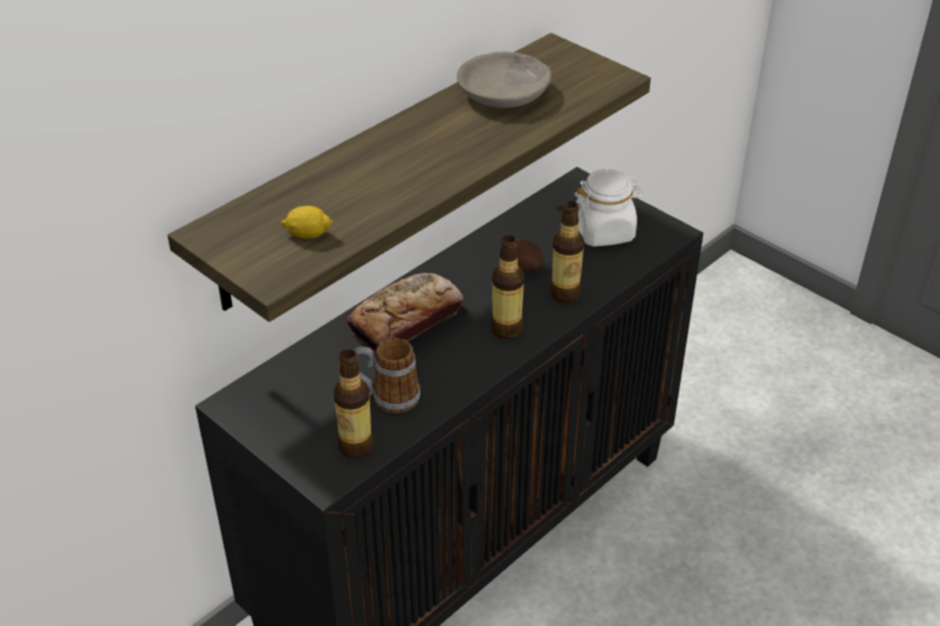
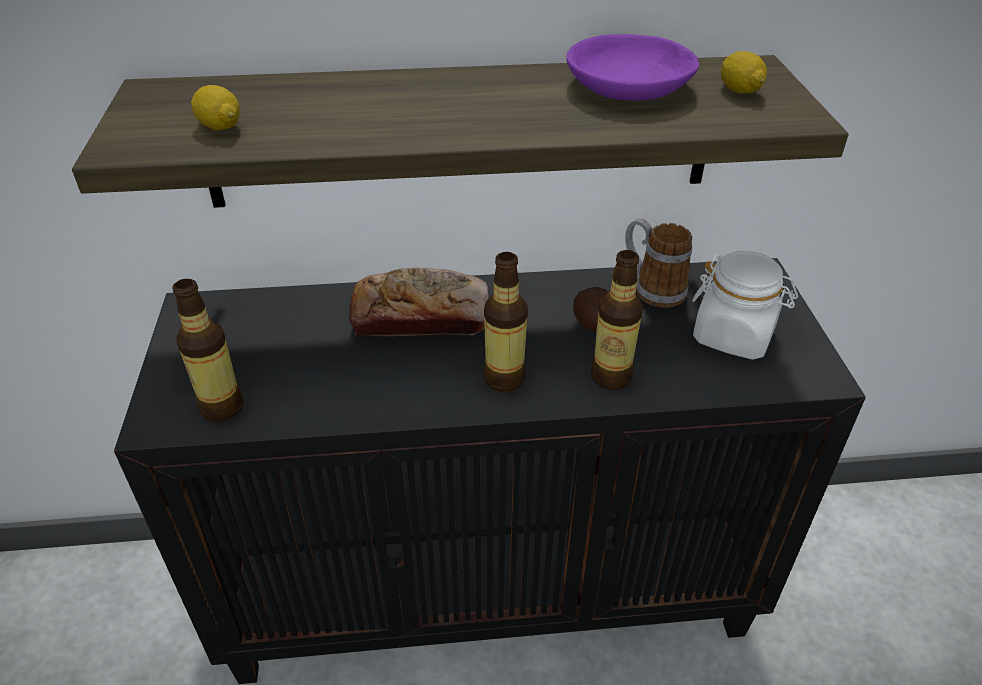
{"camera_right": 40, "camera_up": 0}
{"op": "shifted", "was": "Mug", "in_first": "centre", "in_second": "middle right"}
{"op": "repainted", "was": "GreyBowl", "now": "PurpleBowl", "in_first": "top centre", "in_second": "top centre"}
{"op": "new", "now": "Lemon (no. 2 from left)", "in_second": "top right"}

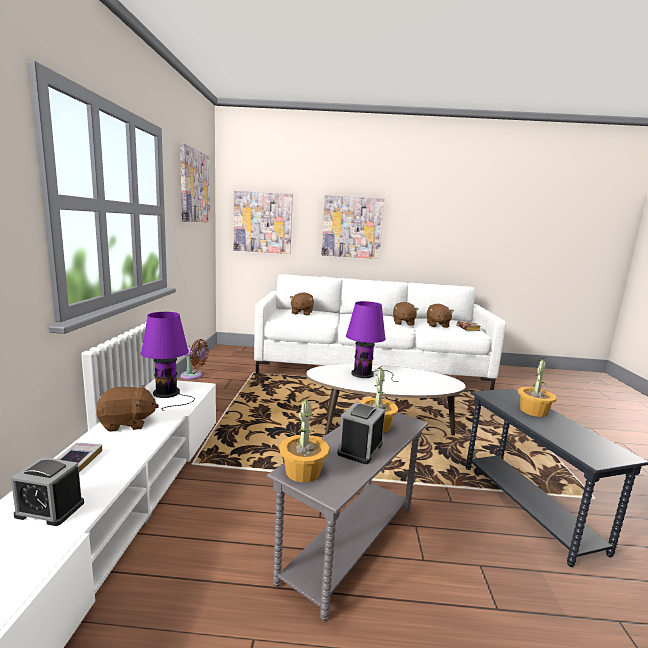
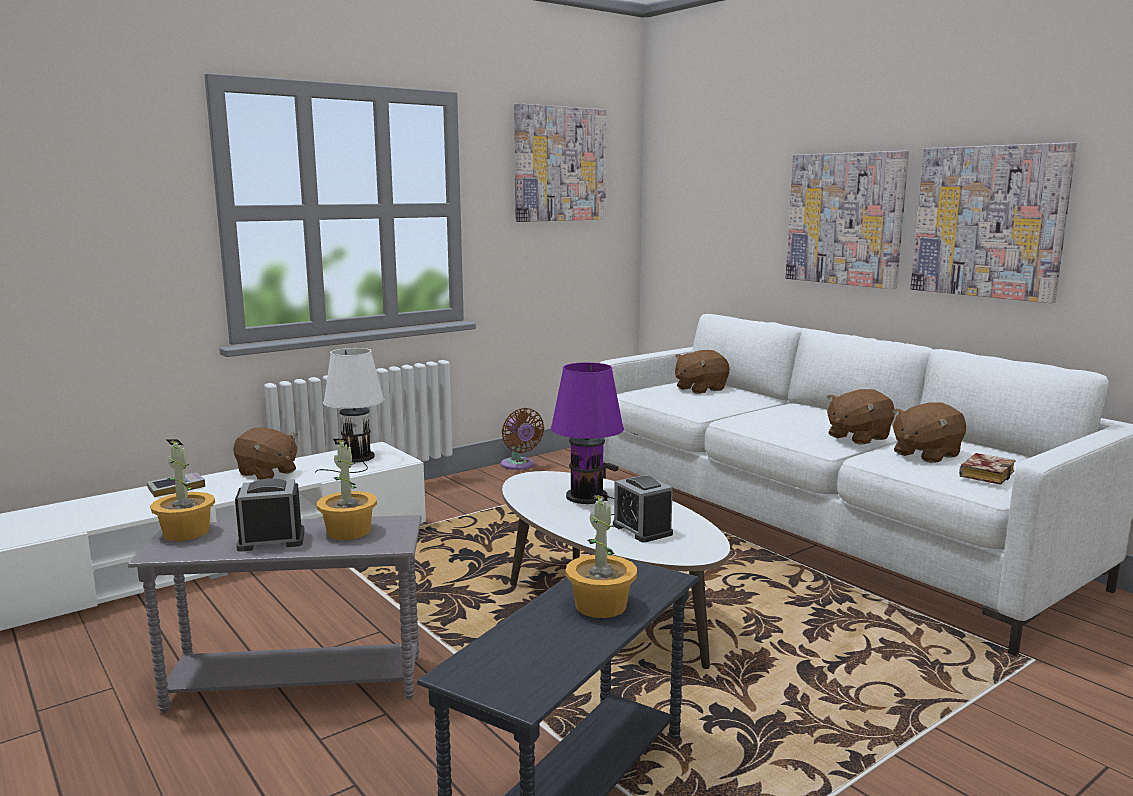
{"camera_right": 50, "camera_up": 0}
{"op": "shifted", "was": "AlarmClock (no. 1 from left in the first image)", "now": "AlarmClock (no. 2 from left)", "in_first": "bottom left", "in_second": "centre"}
{"op": "repainted", "was": "PurpleTableLamp (no. 1 from left)", "now": "WhiteTableLamp", "in_first": "middle left", "in_second": "middle left"}
{"op": "shifted", "was": "Picture (no. 2 from left in the first image)", "now": "Picture (no. 3 from left)", "in_first": "centre", "in_second": "top right"}

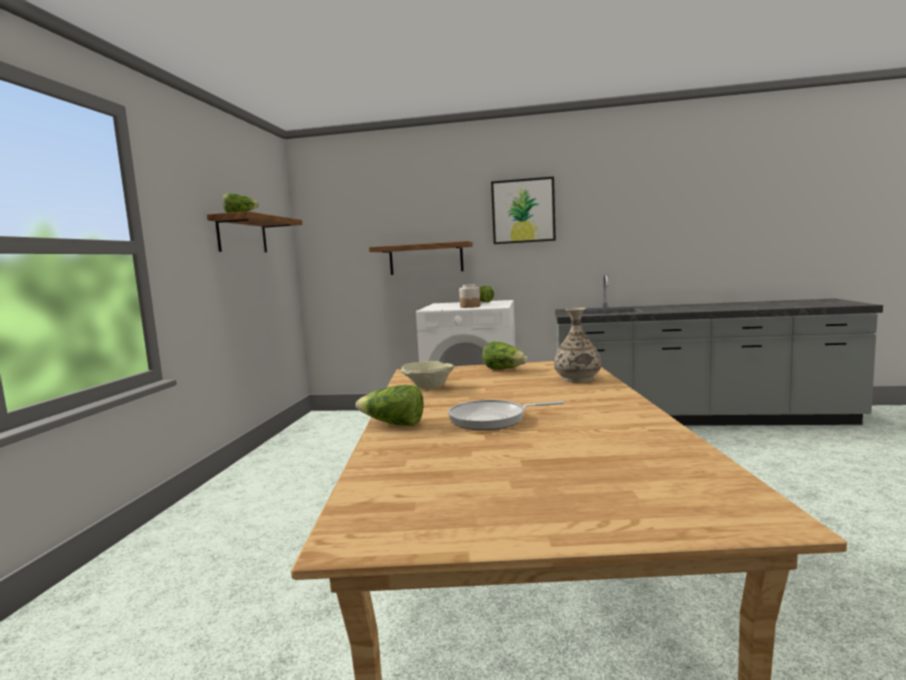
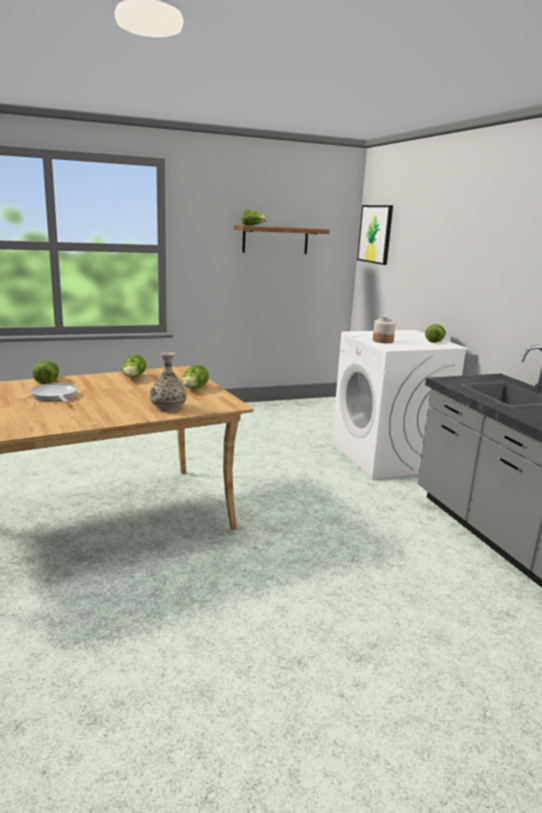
{"camera_right": 60, "camera_up": 10}
{"op": "gone", "was": "Shelf (no. 2 from left)", "in_first": "centre"}
{"op": "swapped", "was": "BeigeBowl", "now": "Lettuce (no. 2 from left)", "in_first": "centre", "in_second": "middle left"}
{"op": "shifted", "was": "Picture", "in_first": "top centre", "in_second": "top right"}

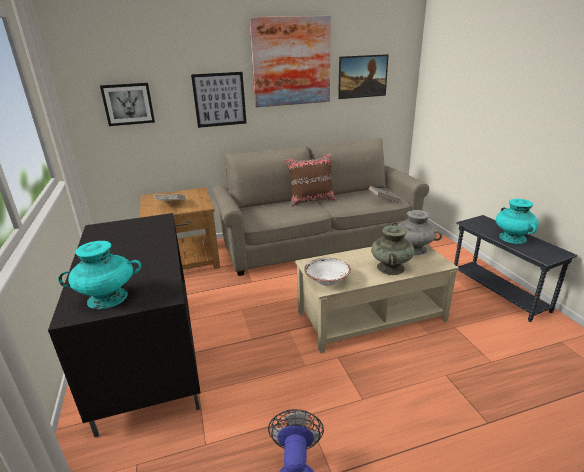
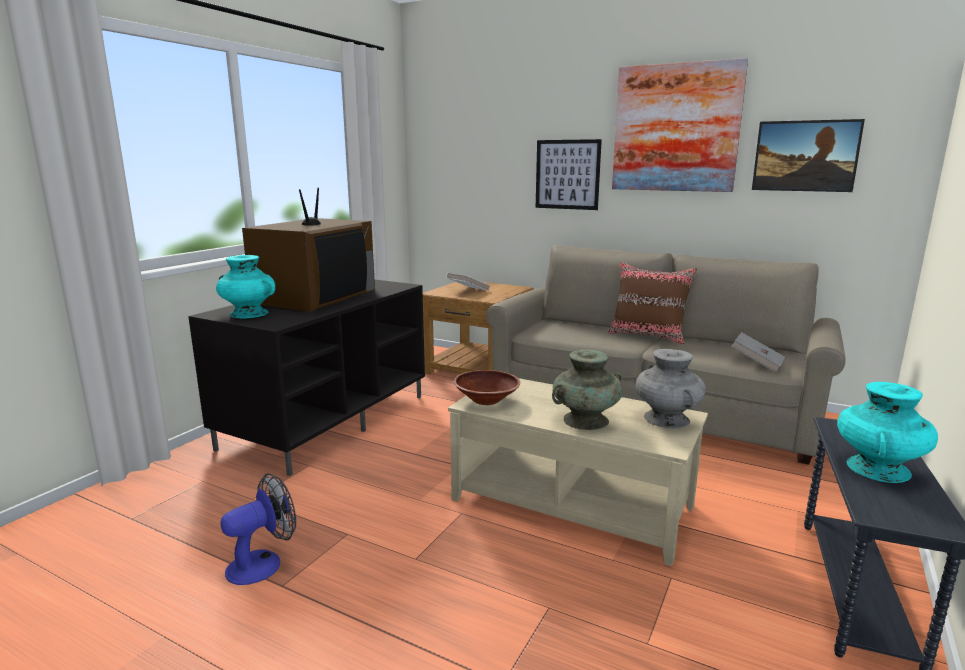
{"camera_right": 45, "camera_up": -10}
{"op": "gone", "was": "Picture (no. 1 from left)", "in_first": "top left"}
{"op": "repainted", "was": "WhiteBowl", "now": "BrownBowl", "in_first": "centre", "in_second": "centre"}
{"op": "new", "now": "Television", "in_second": "middle left"}

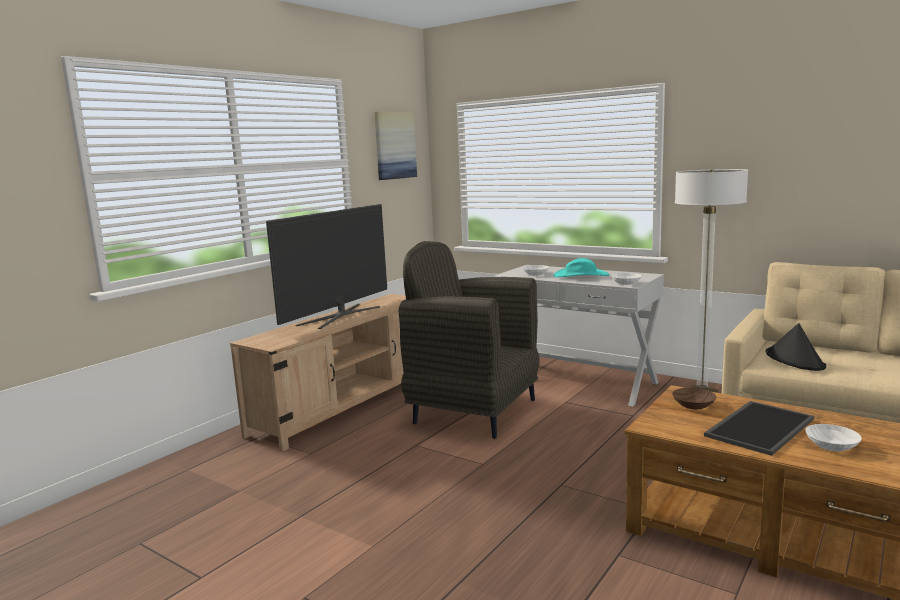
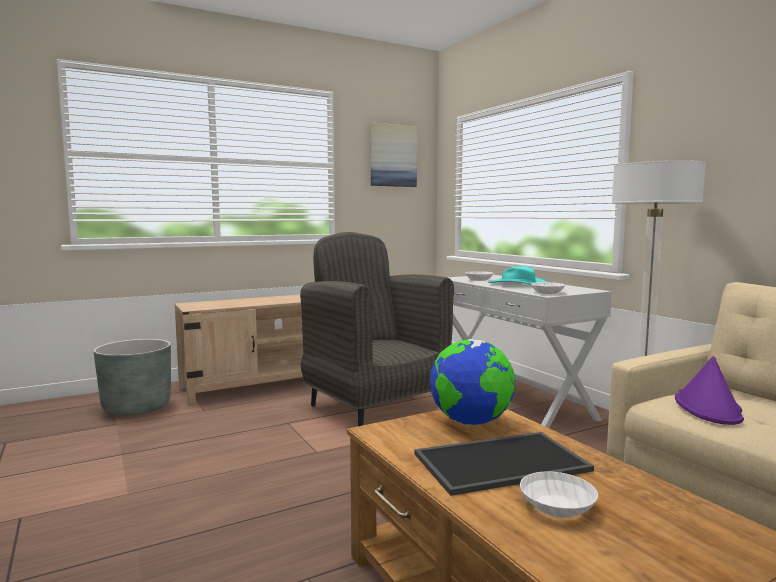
{"camera_right": 25, "camera_up": -5}
{"op": "gone", "was": "Television", "in_first": "centre"}
{"op": "swapped", "was": "BrownBowl", "now": "Globe", "in_first": "middle right", "in_second": "centre"}
{"op": "repainted", "was": "BlackHat", "now": "PurpleHat", "in_first": "middle right", "in_second": "bottom right"}
{"op": "new", "now": "GreyPlanter", "in_second": "middle left"}

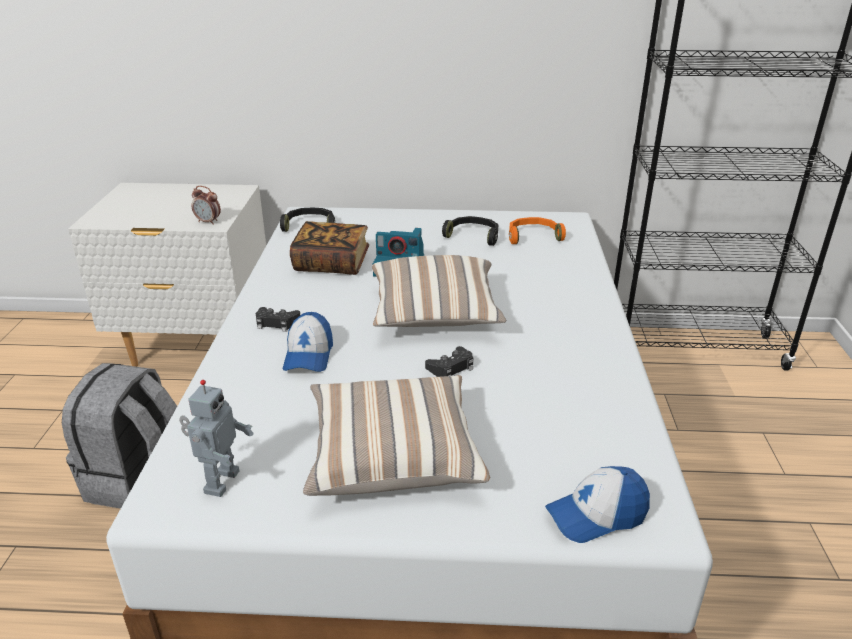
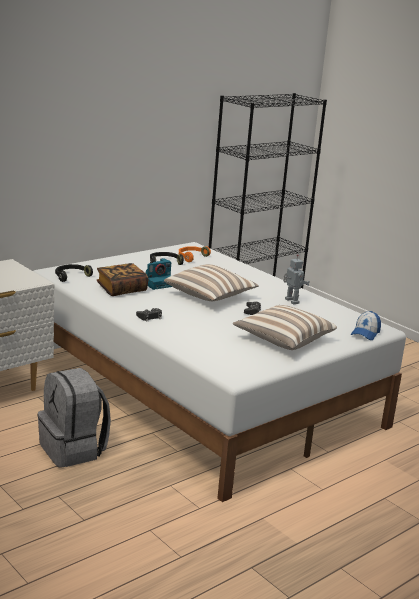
{"camera_right": -45, "camera_up": -10}
{"op": "shifted", "was": "ToyRobot", "in_first": "bottom left", "in_second": "middle right"}
{"op": "gone", "was": "AlarmClock", "in_first": "top left"}
{"op": "gone", "was": "Cap (no. 1 from left)", "in_first": "centre"}

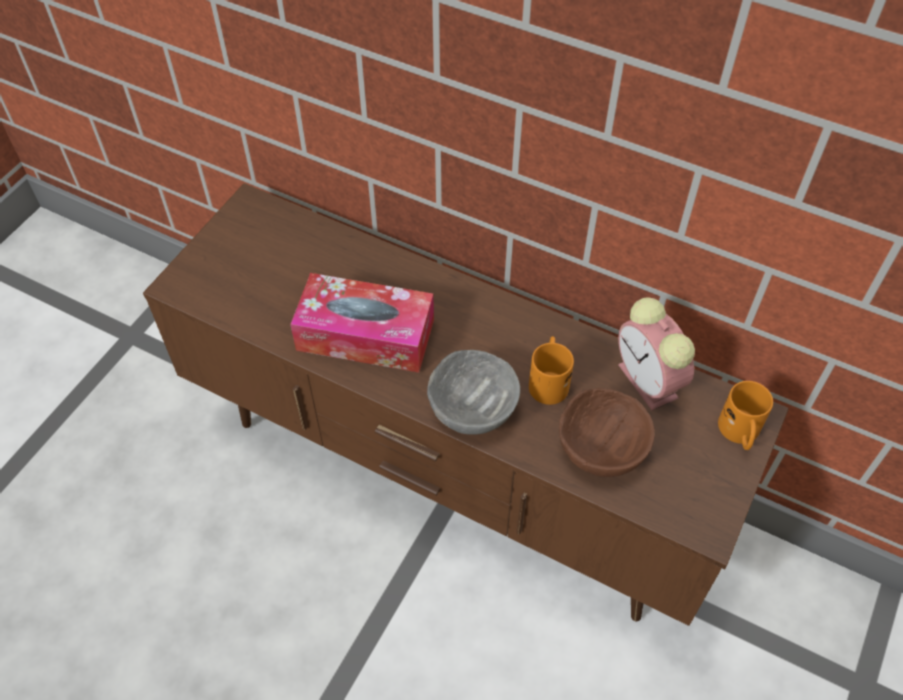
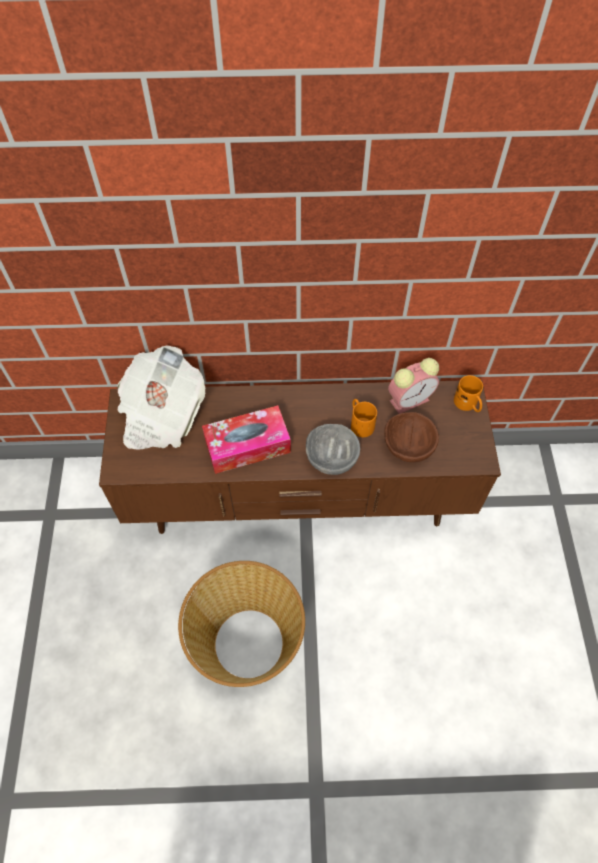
{"camera_right": -30, "camera_up": 5}
{"op": "rotated", "was": "AlarmClock", "in_first": "middle right", "in_second": "middle right", "clockwise": -60}
{"op": "new", "now": "Newspaper", "in_second": "middle left"}
{"op": "new", "now": "Basket", "in_second": "bottom centre"}

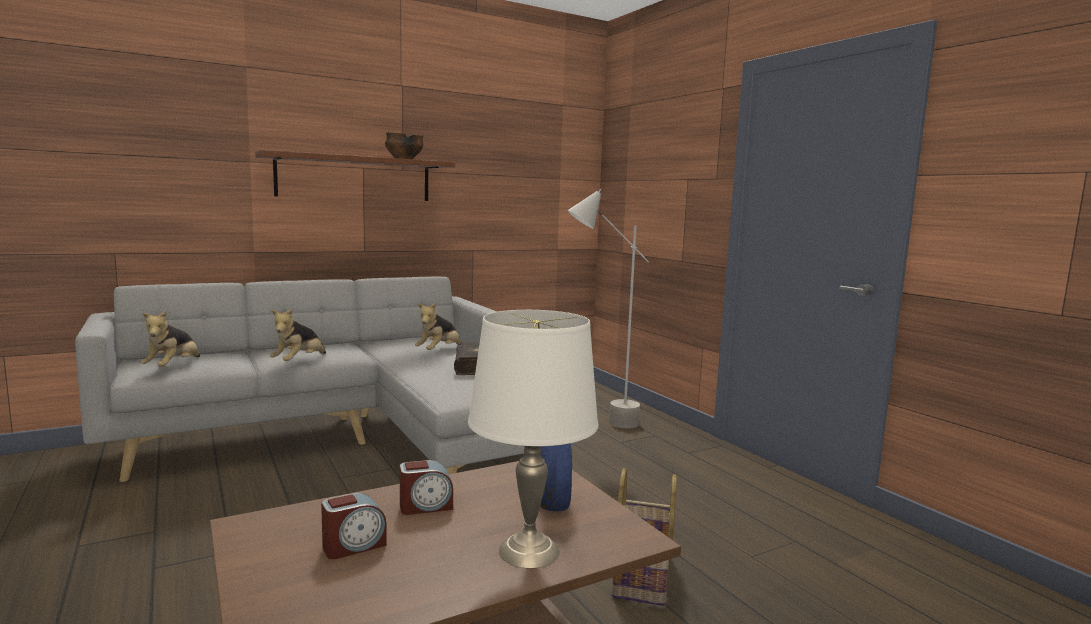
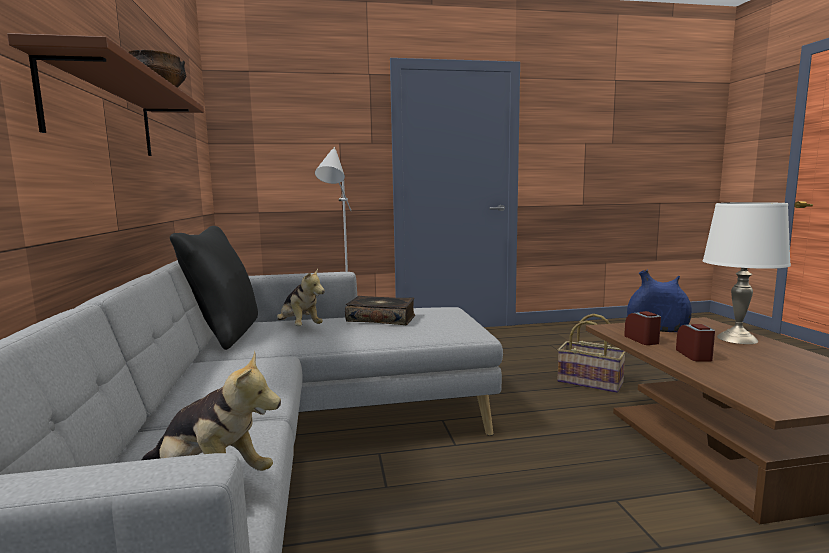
{"camera_right": -70, "camera_up": 0}
{"op": "gone", "was": "PlushToy (no. 2 from left)", "in_first": "middle left"}
{"op": "shifted", "was": "AlarmClock (no. 1 from left)", "in_first": "bottom left", "in_second": "middle right"}
{"op": "new", "now": "BlackPillow", "in_second": "middle left"}

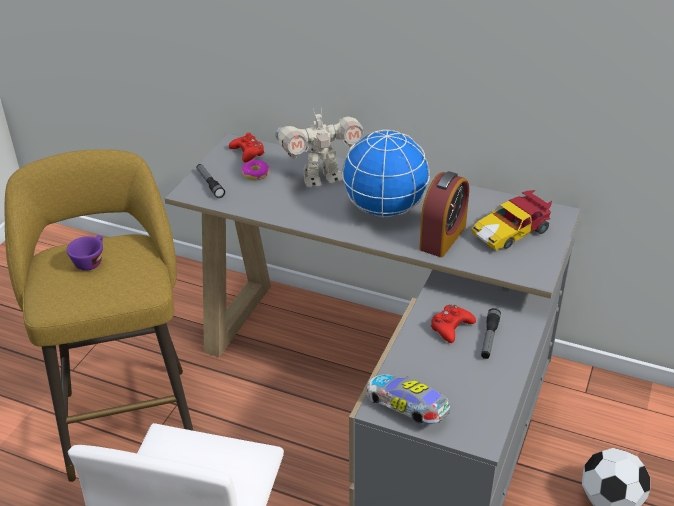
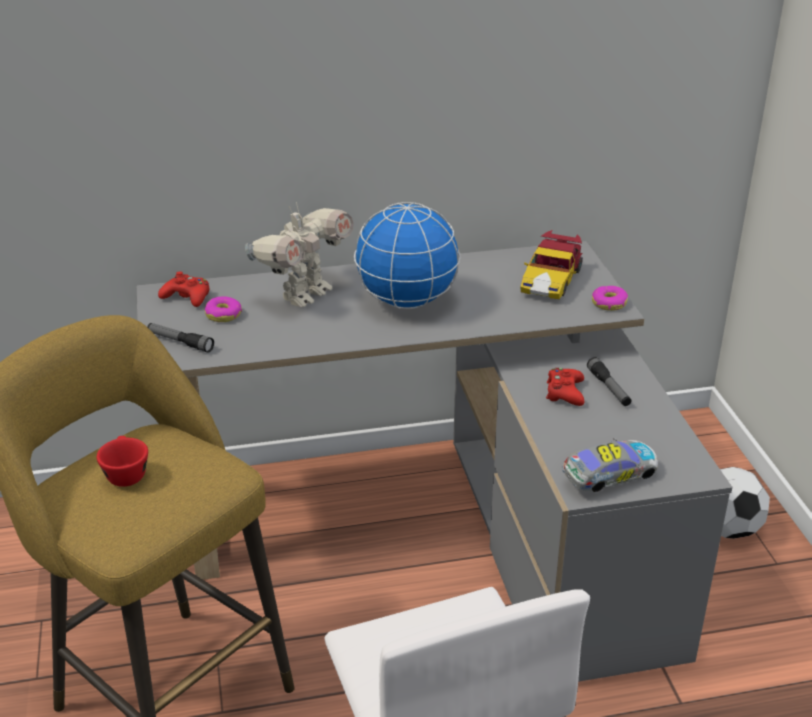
{"camera_right": -35, "camera_up": -5}
{"op": "repainted", "was": "PurpleCup", "now": "RedCup", "in_first": "middle left", "in_second": "middle left"}
{"op": "rotated", "was": "ToyCar (no. 1 from left in the first image)", "in_first": "bottom centre", "in_second": "middle right", "clockwise": 150}
{"op": "gone", "was": "AlarmClock", "in_first": "centre"}
{"op": "new", "now": "Donut (no. 2 from left)", "in_second": "middle right"}

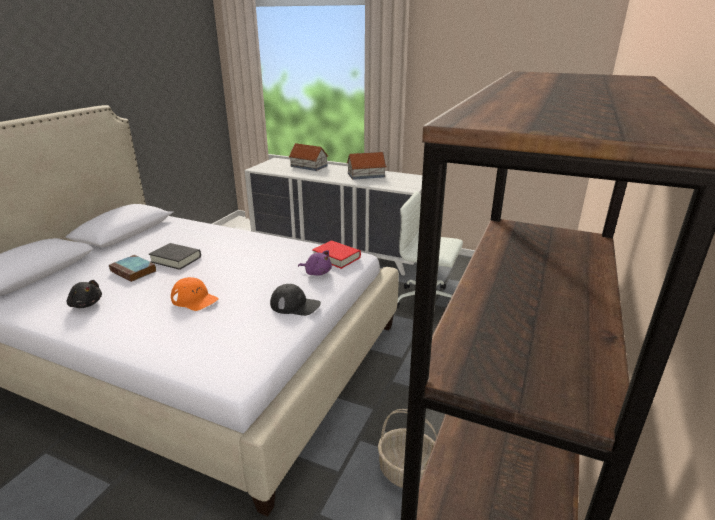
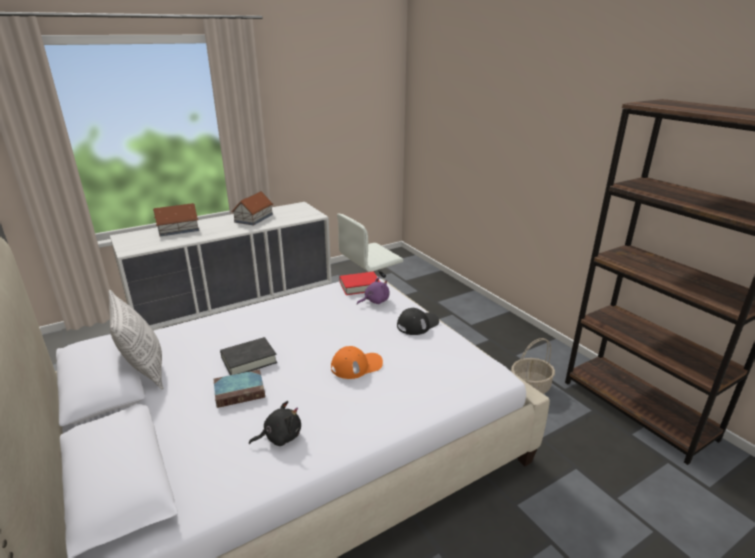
{"camera_right": -55, "camera_up": 0}
{"op": "new", "now": "Pillow", "in_second": "middle left"}

